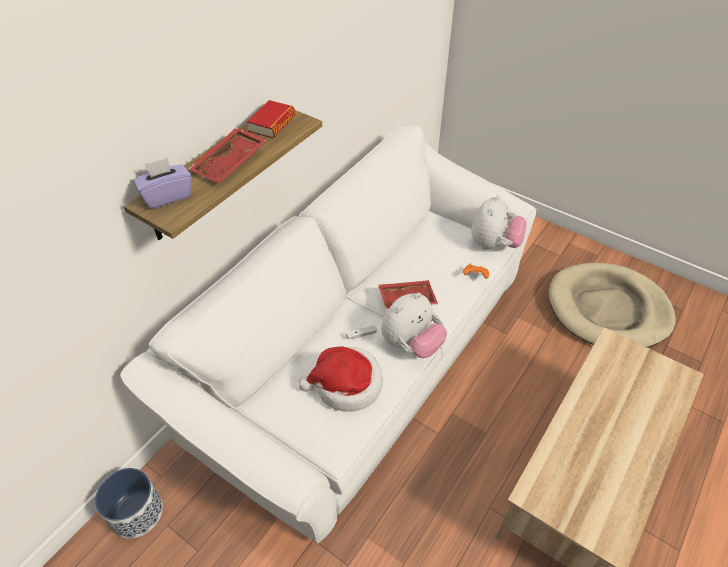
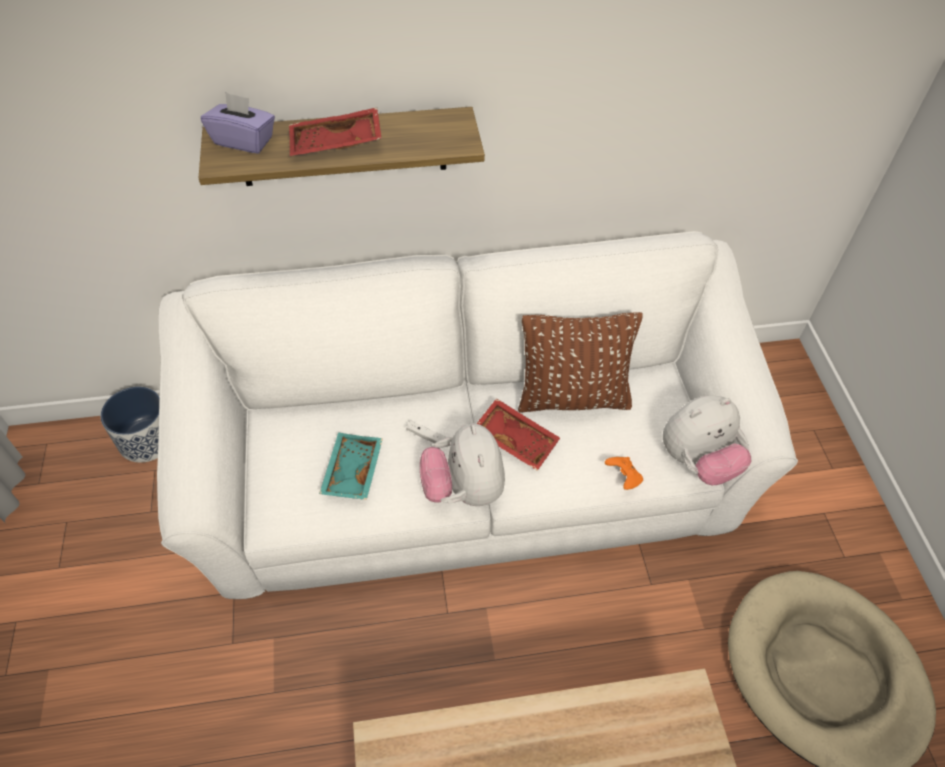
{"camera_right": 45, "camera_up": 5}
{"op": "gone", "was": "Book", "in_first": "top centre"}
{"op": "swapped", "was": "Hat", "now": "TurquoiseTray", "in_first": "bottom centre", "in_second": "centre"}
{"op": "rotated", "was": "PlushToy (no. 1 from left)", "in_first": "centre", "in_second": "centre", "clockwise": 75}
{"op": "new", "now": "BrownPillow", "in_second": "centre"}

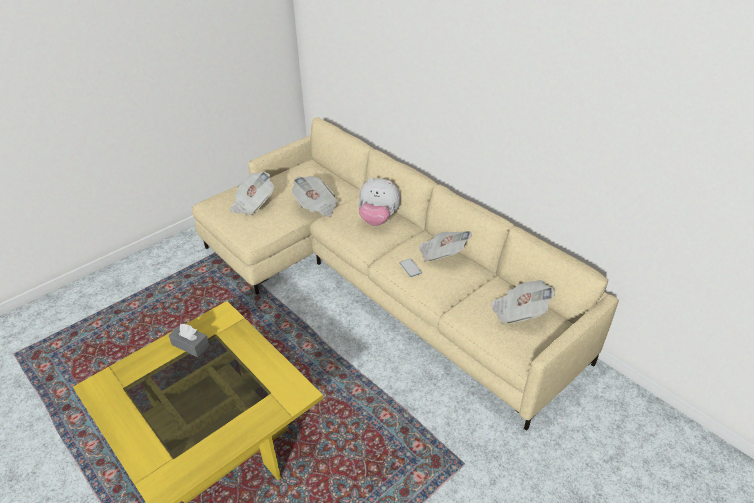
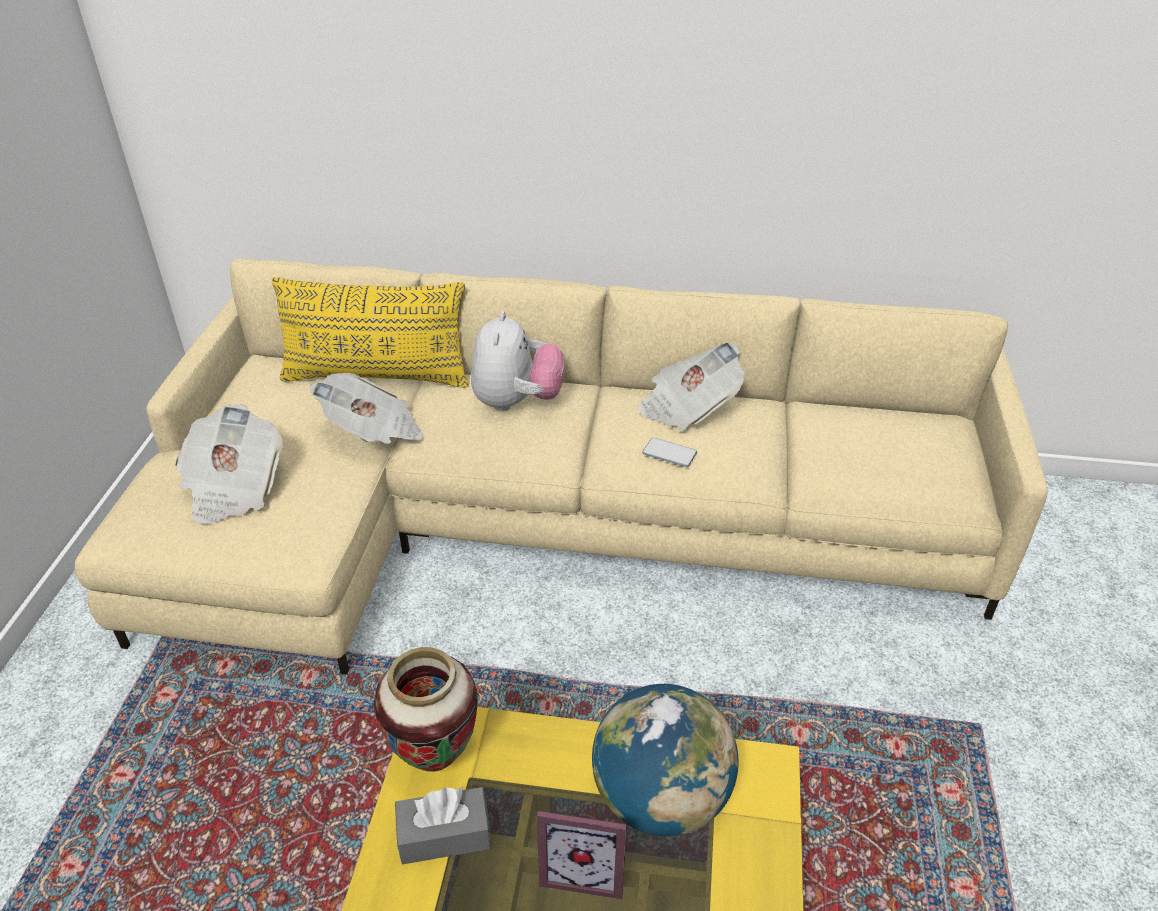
{"camera_right": -40, "camera_up": 0}
{"op": "rotated", "was": "PlushToy", "in_first": "centre", "in_second": "centre", "clockwise": -60}
{"op": "gone", "was": "Newspaper (no. 4 from left)", "in_first": "middle right"}
{"op": "new", "now": "YellowPillow", "in_second": "middle left"}
{"op": "new", "now": "Vase", "in_second": "bottom centre"}
{"op": "new", "now": "PictureFrame", "in_second": "bottom centre"}
{"op": "new", "now": "Globe", "in_second": "bottom centre"}

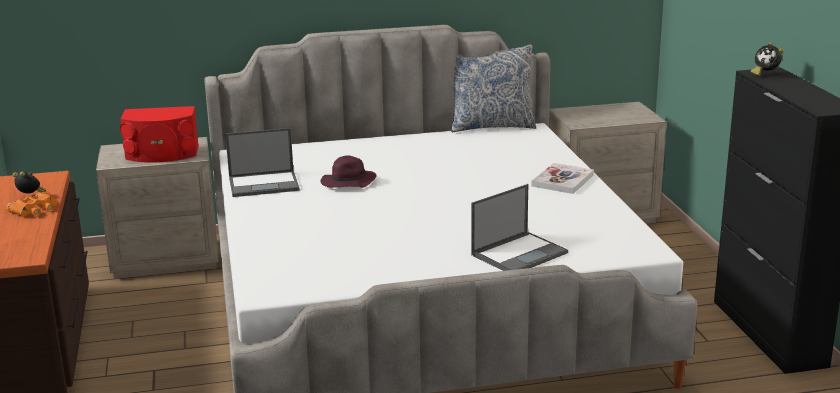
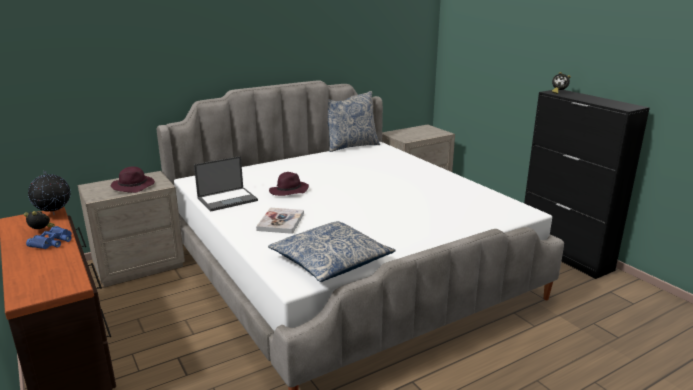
{"camera_right": -20, "camera_up": 0}
{"op": "repainted", "was": "OrangeBinoculars", "now": "BlueBinoculars", "in_first": "middle left", "in_second": "middle left"}
{"op": "swapped", "was": "RedSpeaker", "now": "PurpleHat (no. 1 from left)", "in_first": "middle left", "in_second": "middle left"}
{"op": "gone", "was": "Laptop (no. 2 from left)", "in_first": "centre"}
{"op": "shifted", "was": "Book", "in_first": "middle right", "in_second": "centre"}
{"op": "new", "now": "Globe", "in_second": "middle left"}
{"op": "new", "now": "Pillow (no. 1 from left)", "in_second": "centre"}

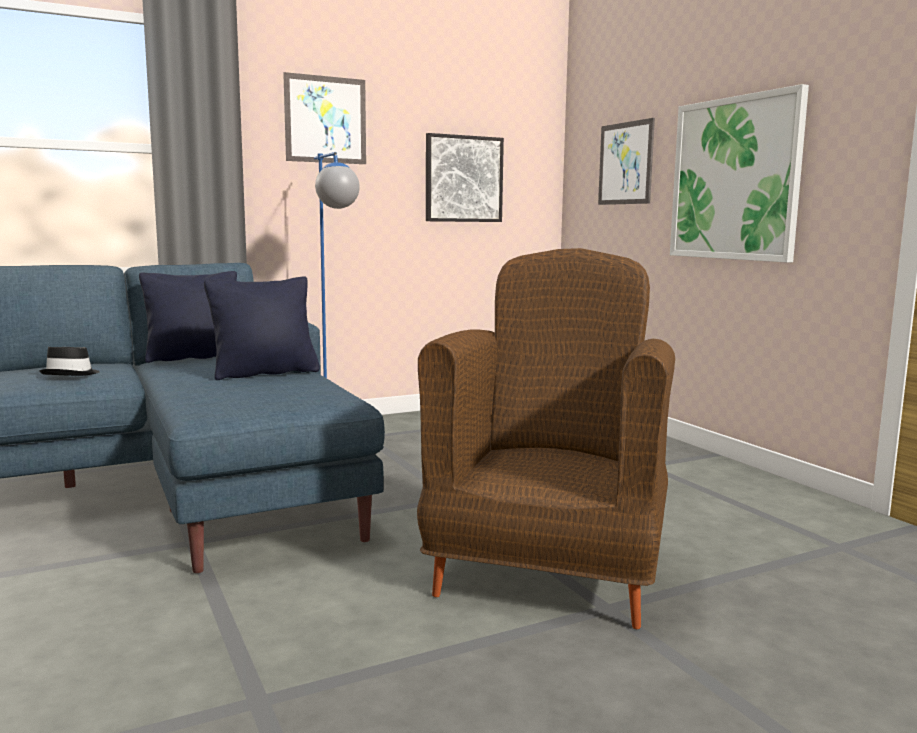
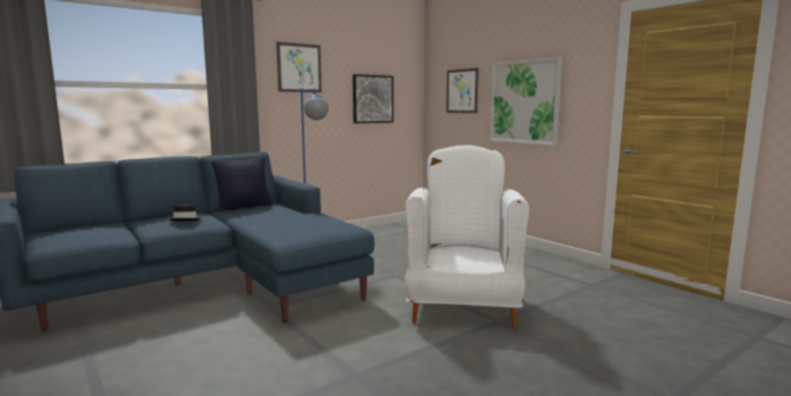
{"camera_right": -10, "camera_up": 0}
{"op": "gone", "was": "BlackPillow (no. 2 from left)", "in_first": "middle left"}
{"op": "repainted", "was": "BrownArmchair", "now": "WhiteArmchair", "in_first": "centre", "in_second": "centre"}

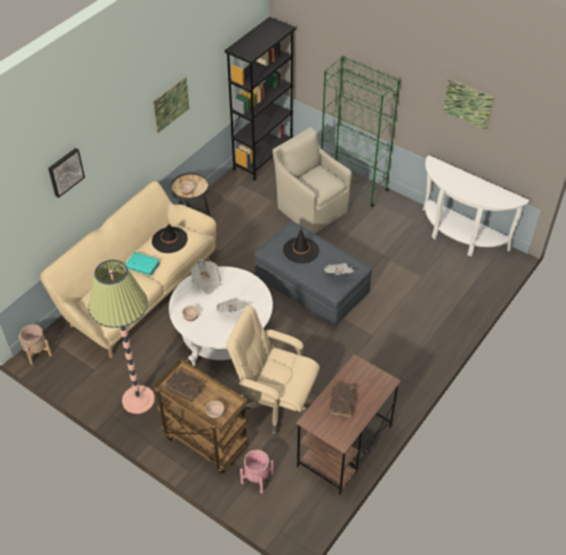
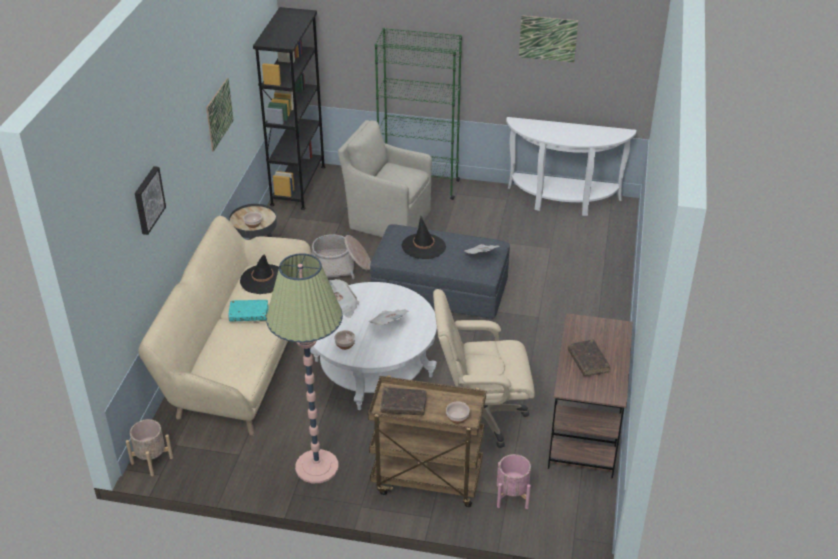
{"camera_right": -25, "camera_up": -10}
{"op": "new", "now": "Basket", "in_second": "centre"}

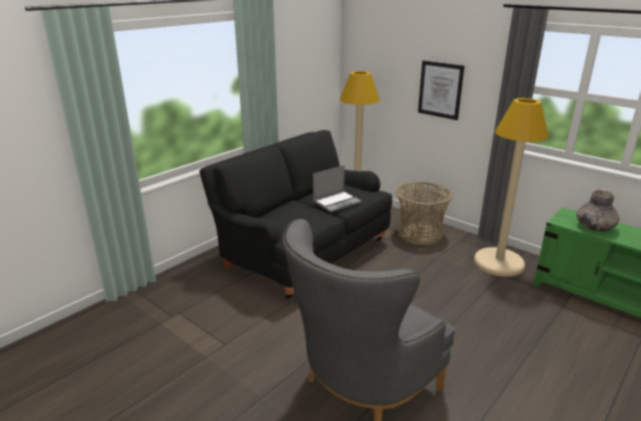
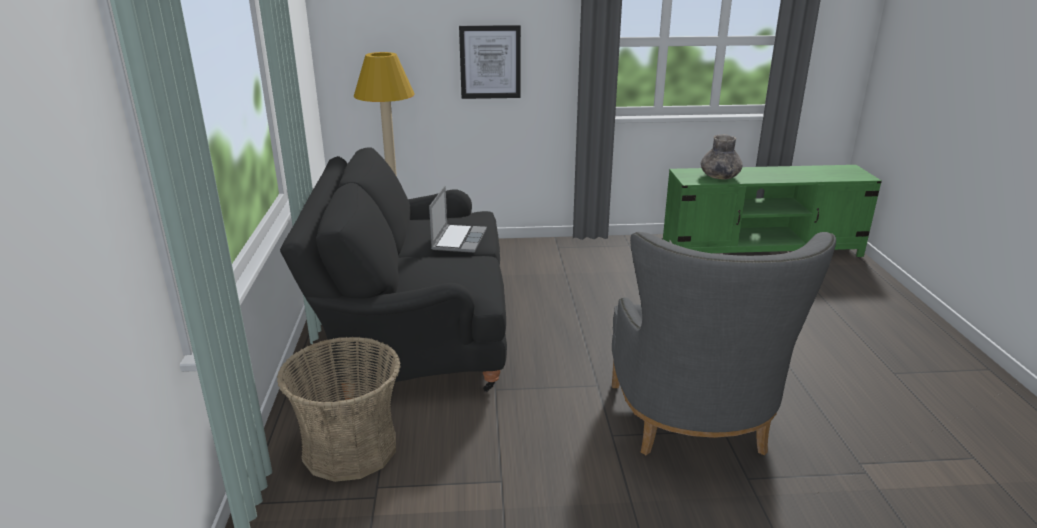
{"camera_right": -45, "camera_up": 0}
{"op": "shifted", "was": "Basket", "in_first": "centre", "in_second": "bottom left"}
{"op": "gone", "was": "BeigeFloorLamp (no. 2 from left)", "in_first": "middle right"}

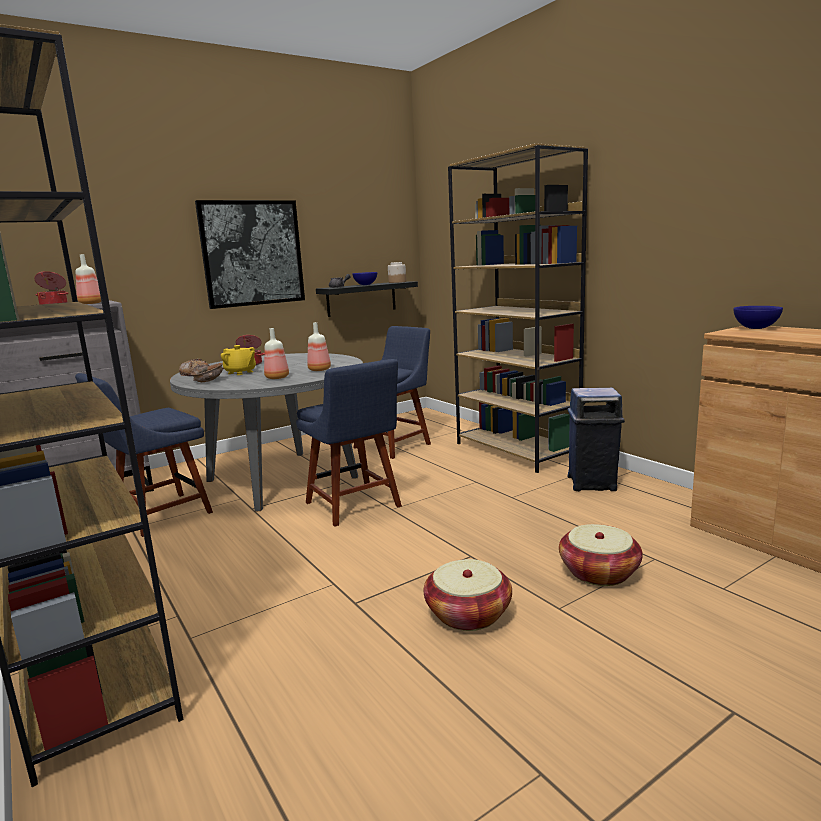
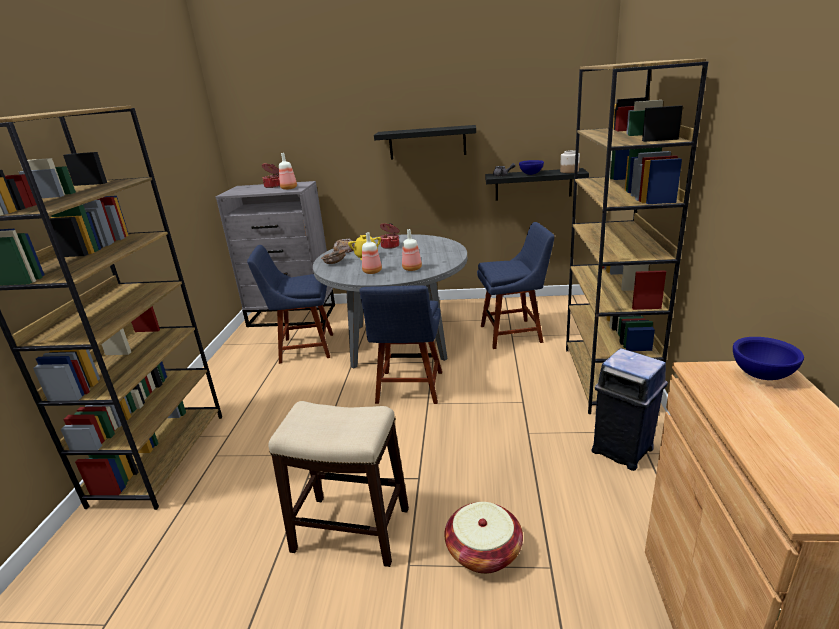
{"camera_right": 40, "camera_up": 10}
{"op": "swapped", "was": "Picture", "now": "BlackShelf (no. 1 from left)", "in_first": "top left", "in_second": "top centre"}
{"op": "swapped", "was": "Basket (no. 1 from left)", "now": "Stool", "in_first": "bottom centre", "in_second": "bottom centre"}

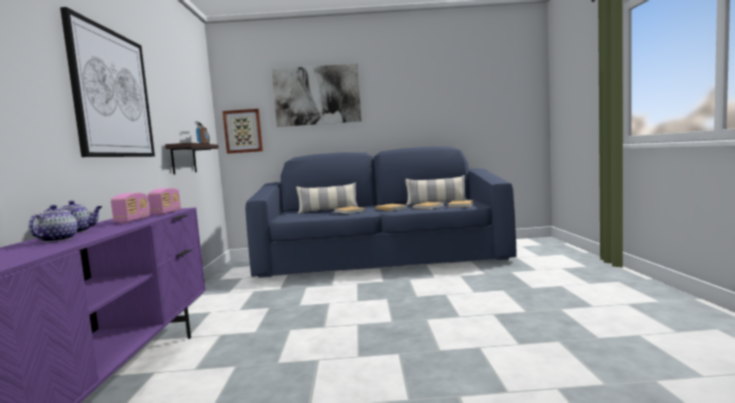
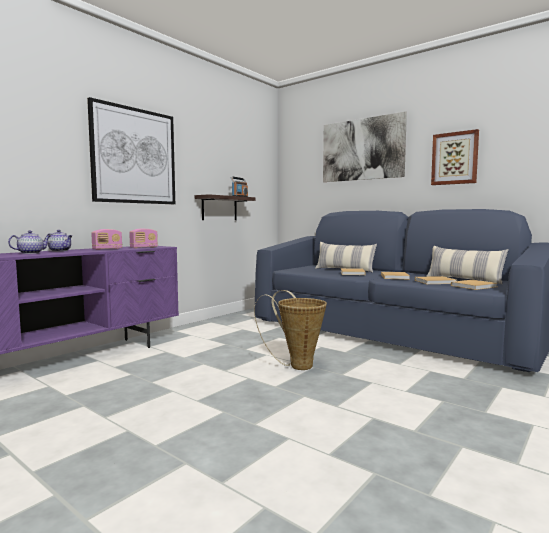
{"camera_right": 40, "camera_up": 0}
{"op": "shifted", "was": "Picture (no. 2 from left in the first image)", "now": "Picture (no. 3 from left)", "in_first": "top left", "in_second": "top right"}
{"op": "new", "now": "Basket", "in_second": "centre"}

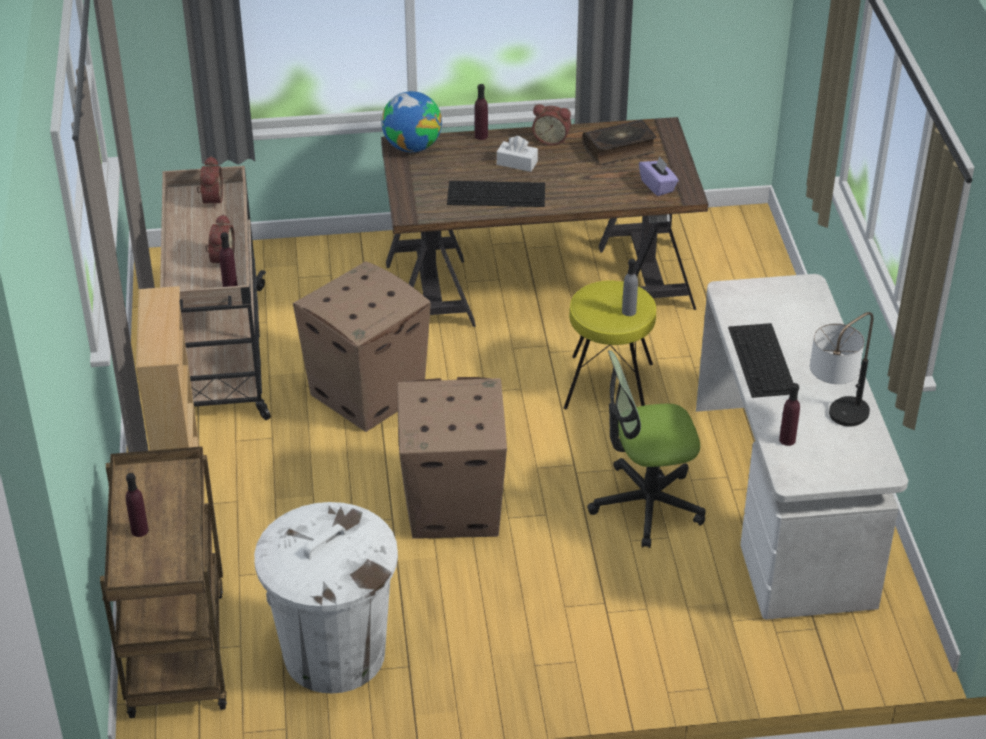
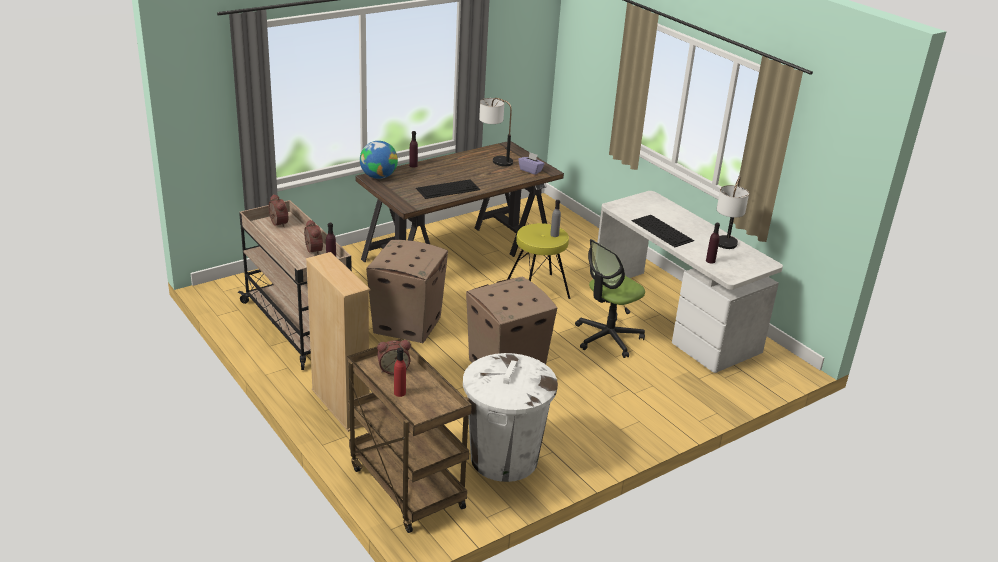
{"camera_right": -30, "camera_up": -10}
{"op": "repainted", "was": "PurpleBottle (no. 1 from left)", "now": "RedBottle", "in_first": "bottom left", "in_second": "centre"}
{"op": "gone", "was": "WhiteTissueBox", "in_first": "top centre"}
{"op": "shifted", "was": "AlarmClock (no. 3 from left)", "in_first": "top centre", "in_second": "centre"}
{"op": "swapped", "was": "Book", "now": "TableLamp (no. 1 from left)", "in_first": "top centre", "in_second": "top centre"}

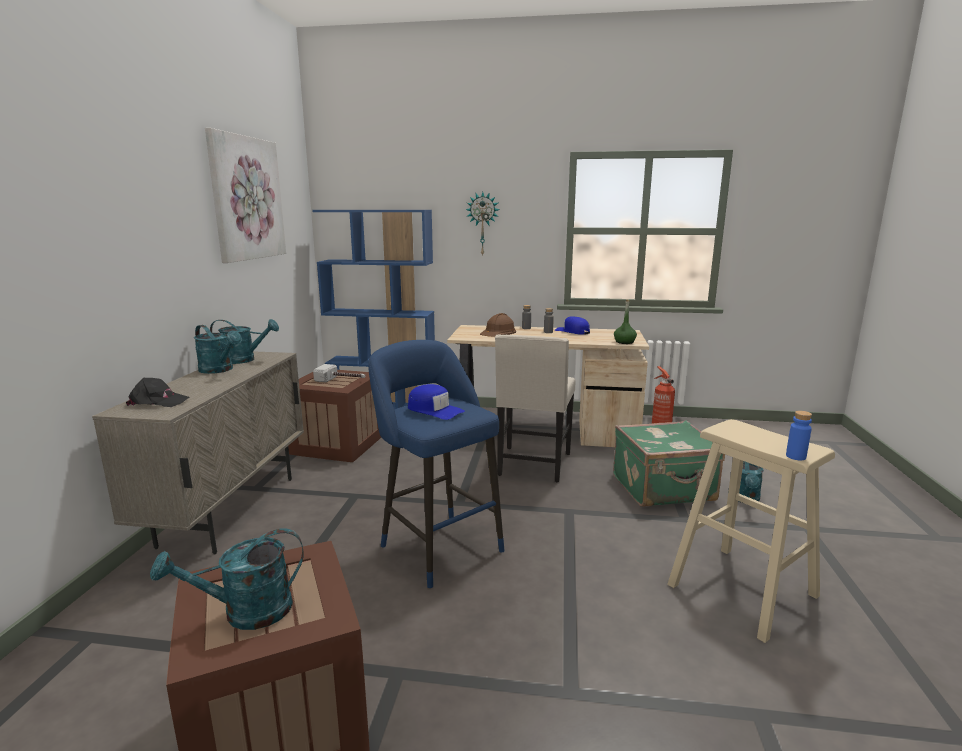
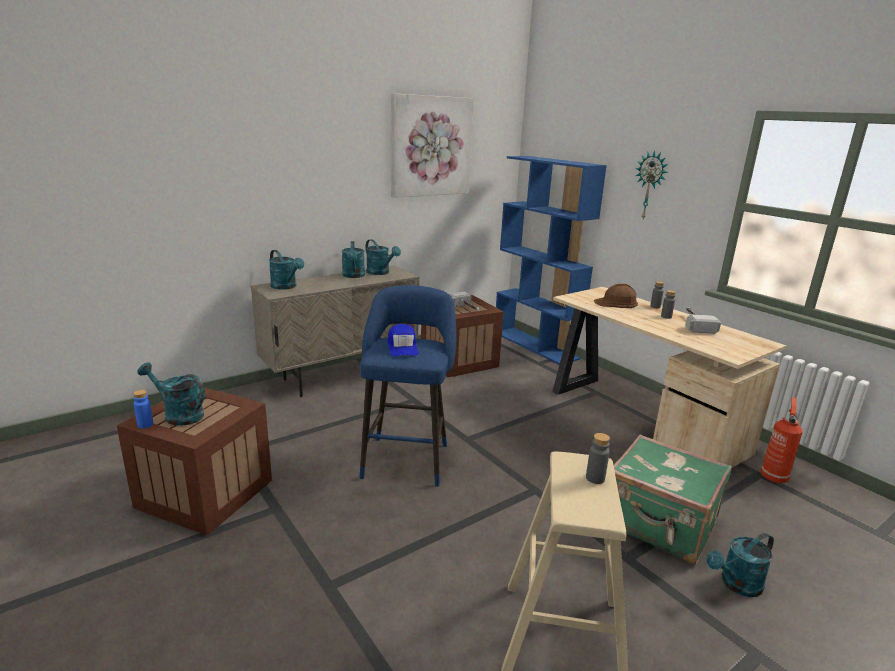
{"camera_right": 45, "camera_up": 5}
{"op": "swapped", "was": "BlackCap", "now": "TurquoiseWateringCan (no. 2 from left)", "in_first": "middle left", "in_second": "middle left"}
{"op": "gone", "was": "BeigeChair", "in_first": "centre"}
{"op": "swapped", "was": "BlueCap (no. 2 from left)", "now": "Hammer (no. 2 from left)", "in_first": "centre", "in_second": "middle right"}
{"op": "gone", "was": "GreenBottle", "in_first": "centre"}
{"op": "shifted", "was": "BlueBottle", "in_first": "middle right", "in_second": "middle left"}
{"op": "new", "now": "GreyBottle (no. 1 from left)", "in_second": "bottom right"}

